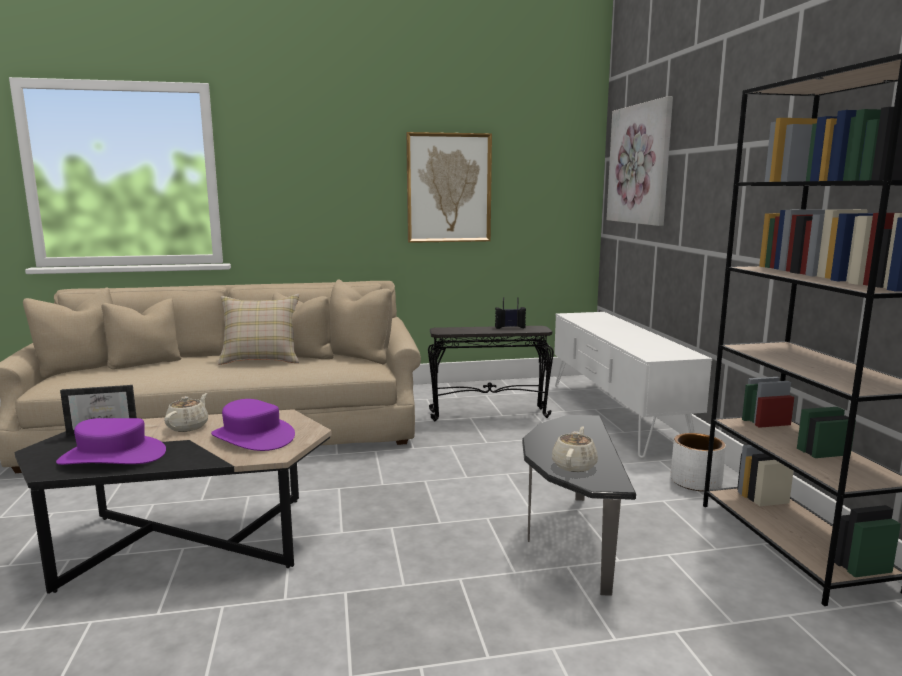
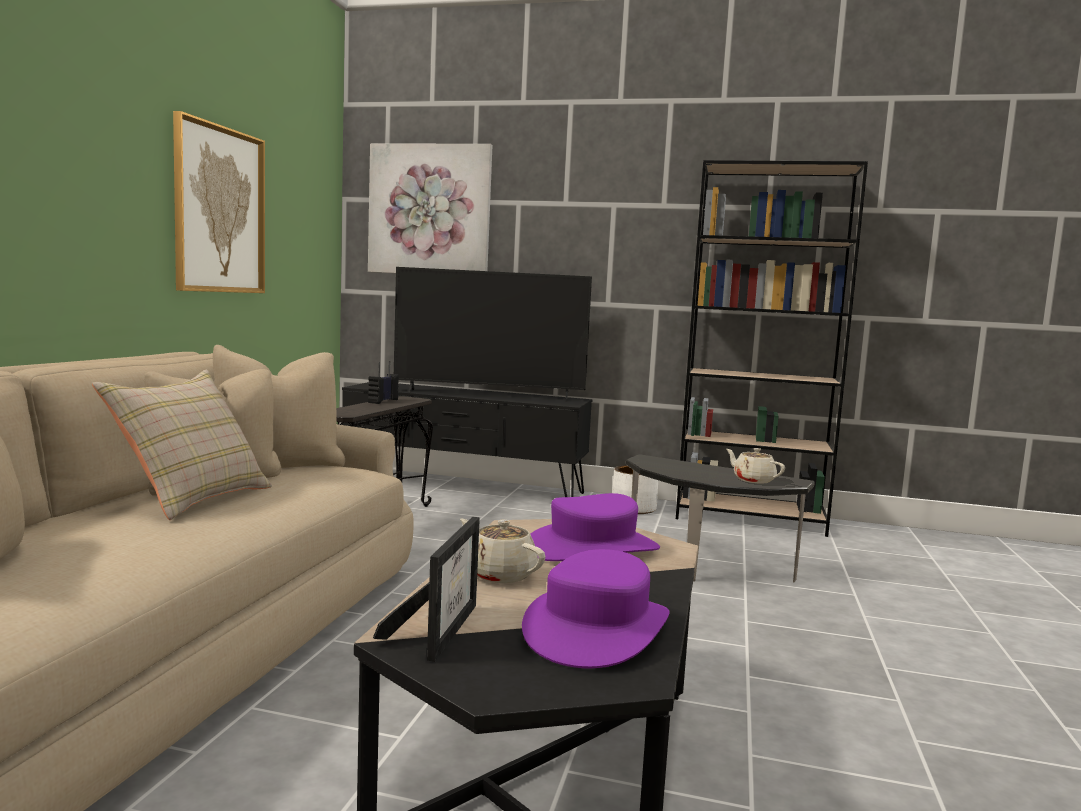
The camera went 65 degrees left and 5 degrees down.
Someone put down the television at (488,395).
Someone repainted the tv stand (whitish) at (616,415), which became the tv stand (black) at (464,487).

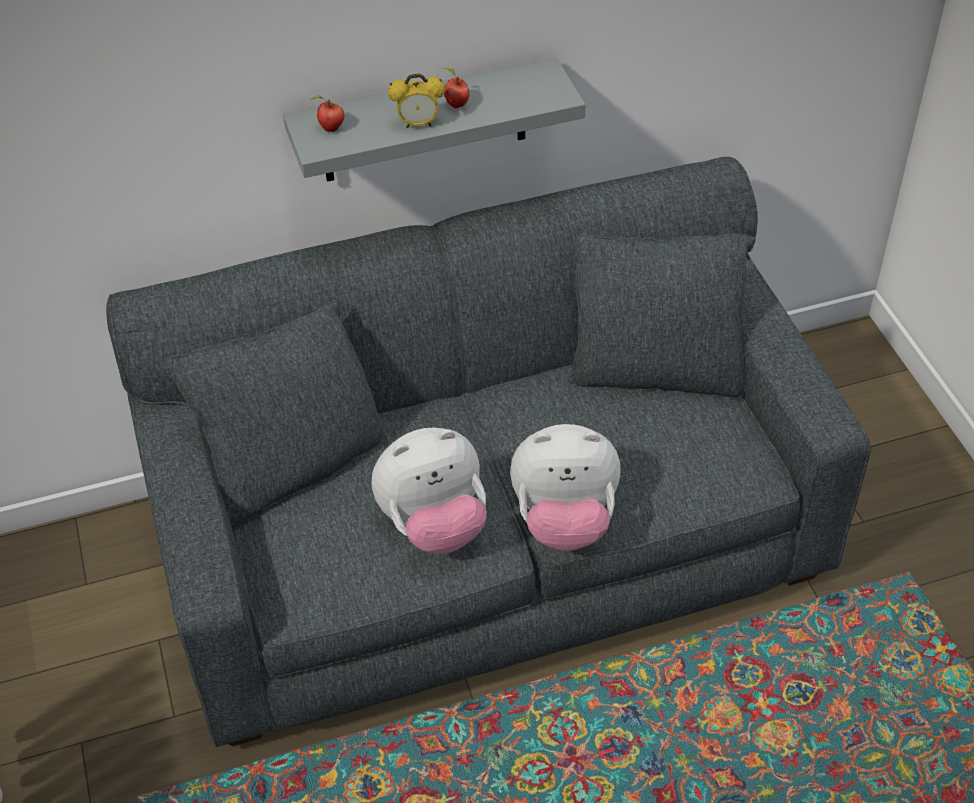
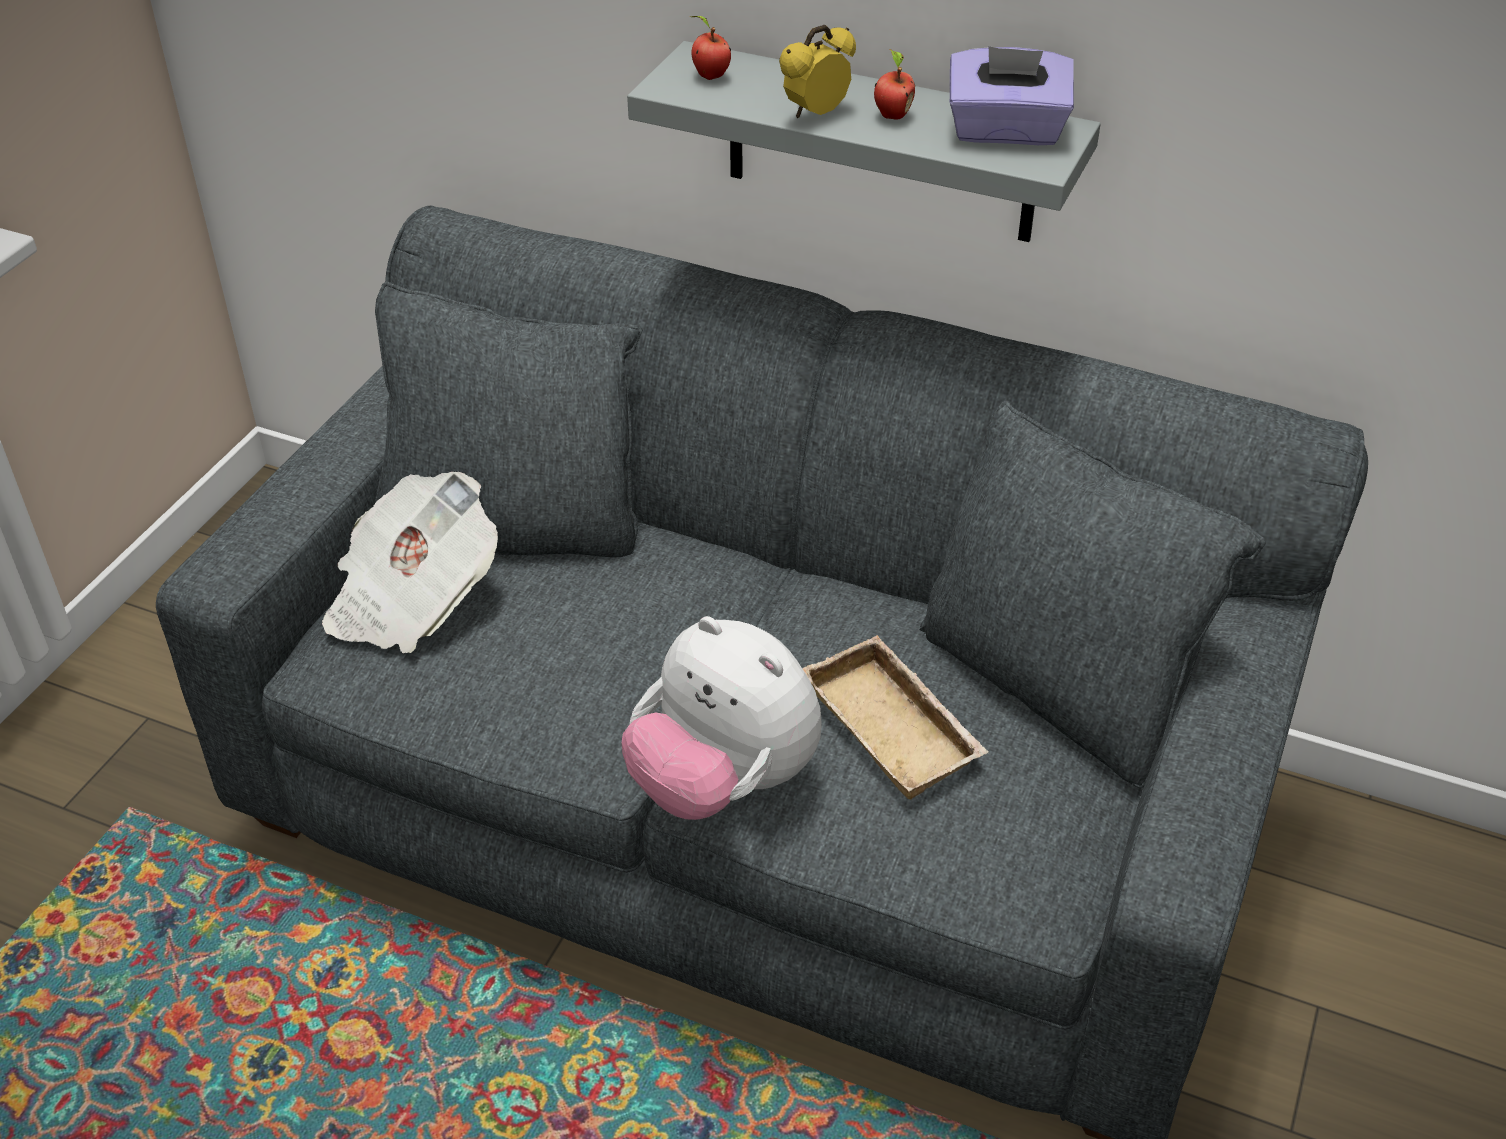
The camera went 40 degrees right and 5 degrees down.
Someone took away the soft toy at (434,525).
Someone put down the daily paper at (412,599).
Someone put down the carrying tray (beige-coloured) at (897,726).
Someone put down the tissue holder (purple-coloured) at (1006,132).
Someone rotated the alarm clock at (418,124) by 105 degrees clockwise.

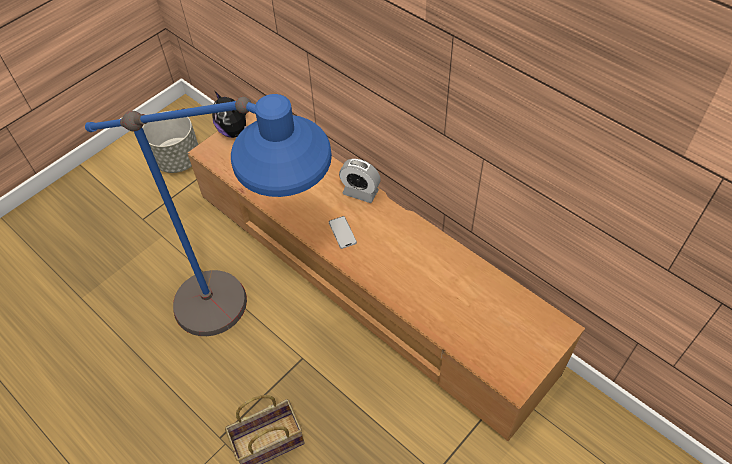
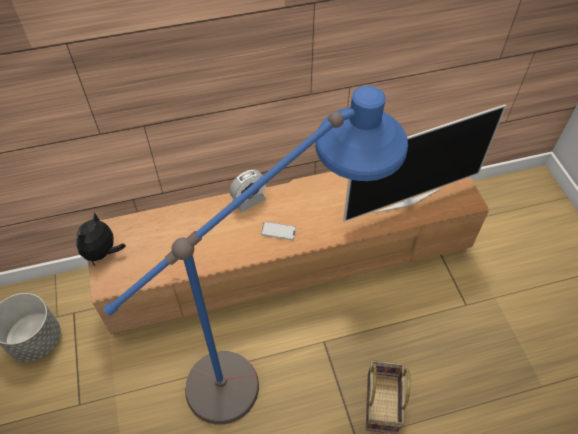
The camera went 60 degrees left and 0 degrees up.
Someone put down the television at (407,199).
Someone rotated the soft toy at (234,131) by 120 degrees clockwise.

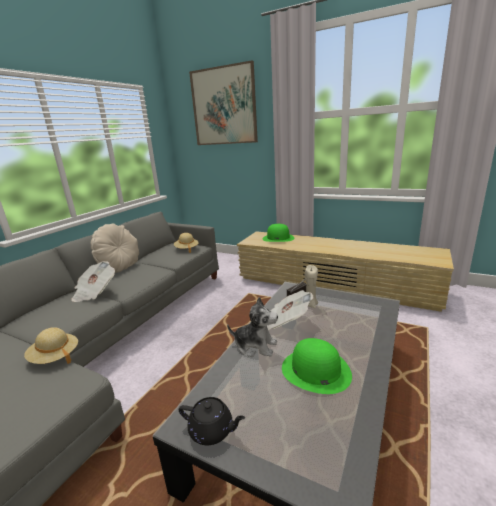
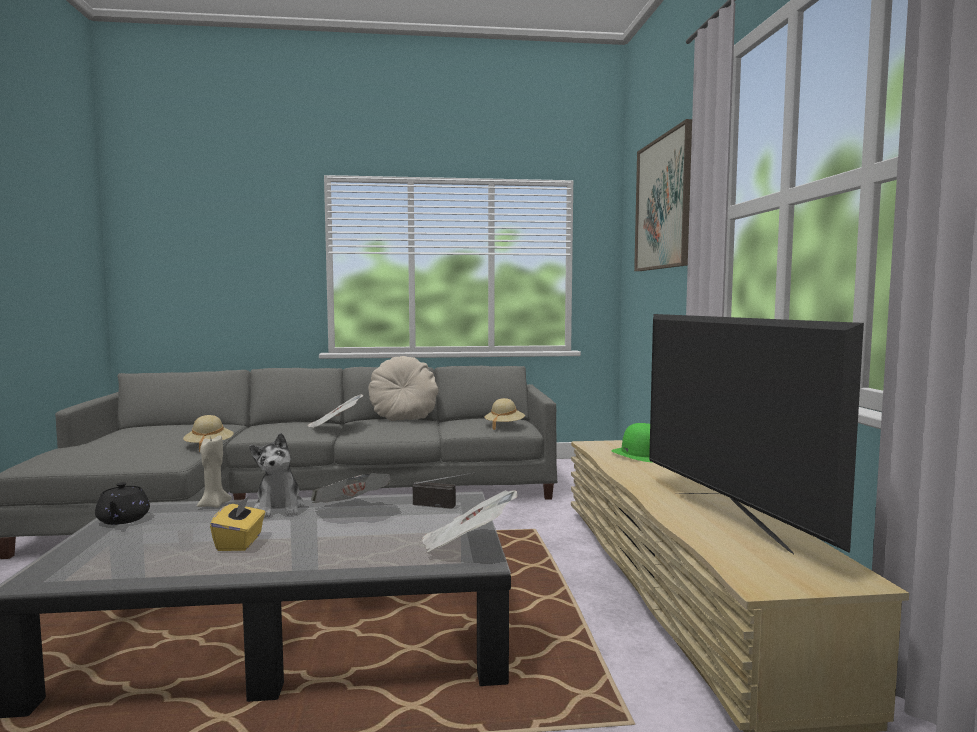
The camera went 55 degrees right and 15 degrees down.
Someone put down the daily paper at (466,546).
Someone put down the television at (728,519).
Someone carried the wax light (beige-coloured) from (310,305) to (213,505).
Someone swapped the hat (greenish) at (315,370) for the tissue holder (yellow-coloured) at (240,542).

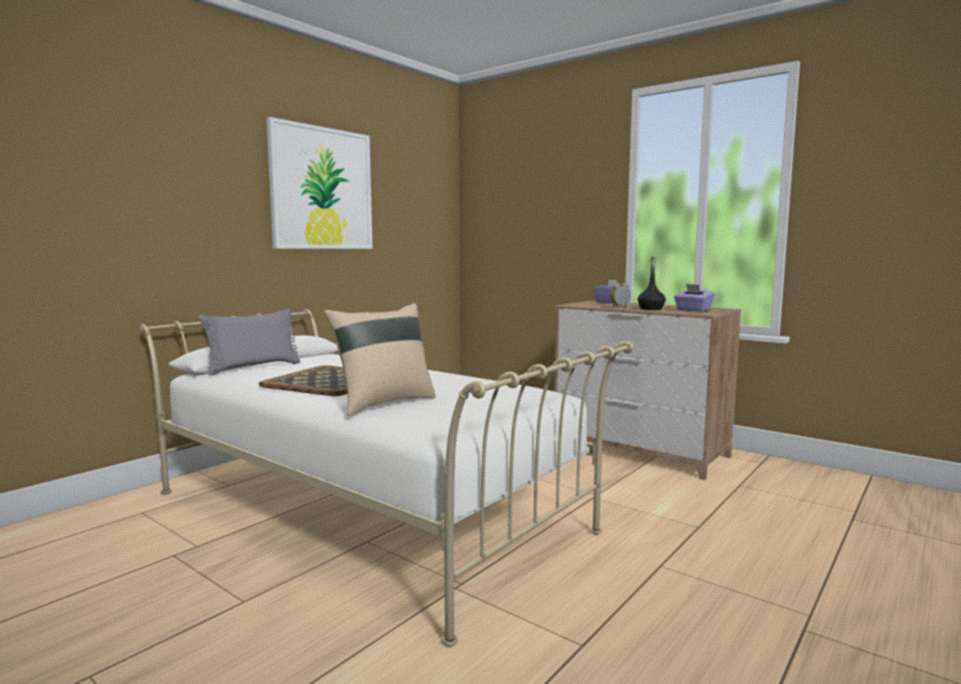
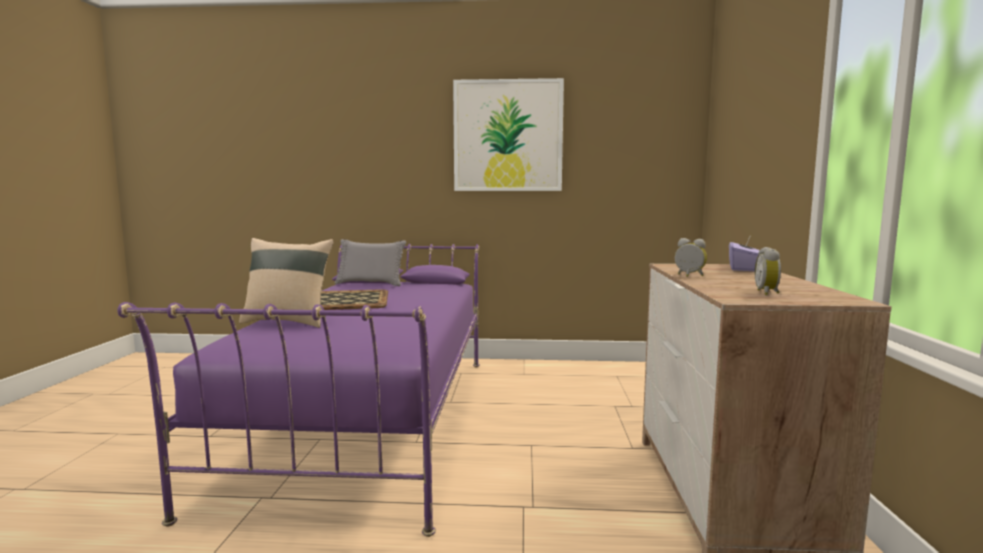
The camera went 55 degrees right and 0 degrees up.
Someone took away the bottle (black) at (651,309).
Someone swapped the tissue holder (purple-coloured) at (693,310) for the alarm clock at (768,293).
Someone repainted the bed (whitish) at (364,512), which became the bed (purple-coloured) at (370,420).

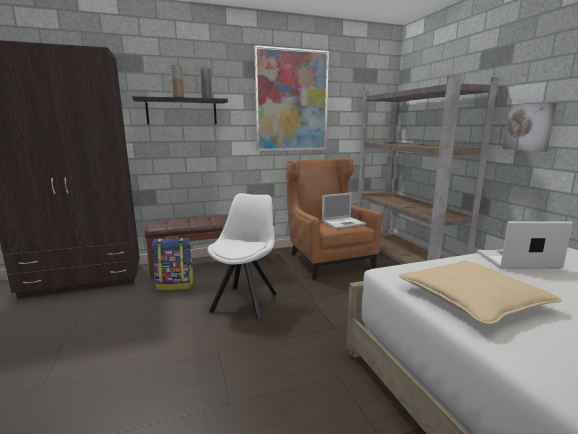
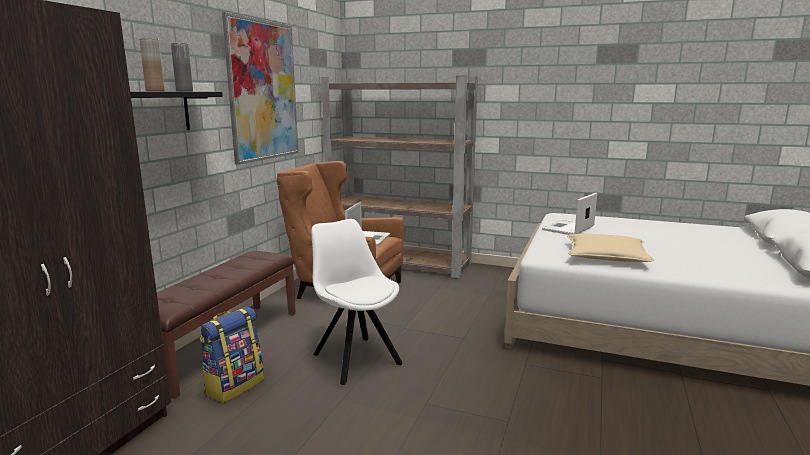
The camera went 50 degrees left and 0 degrees up.
Someone took away the wall art at (529,127).

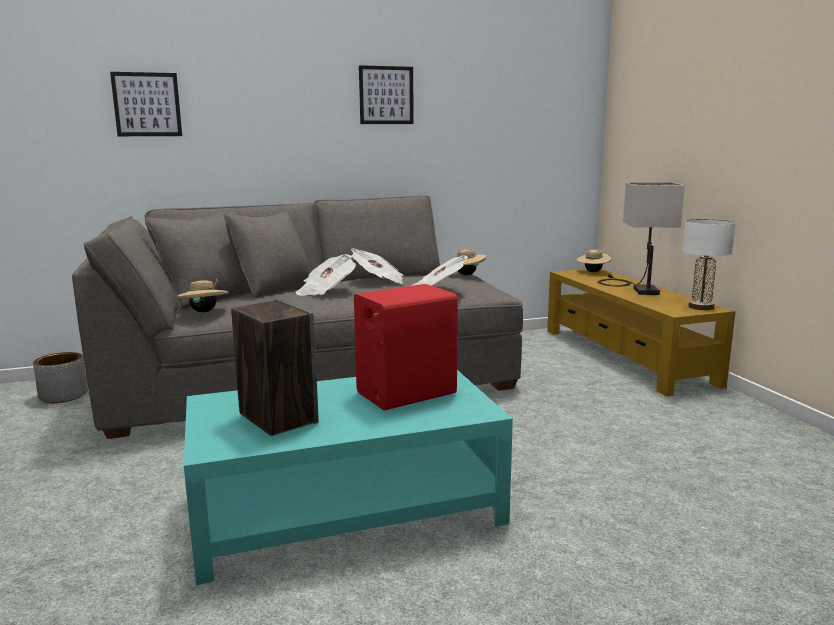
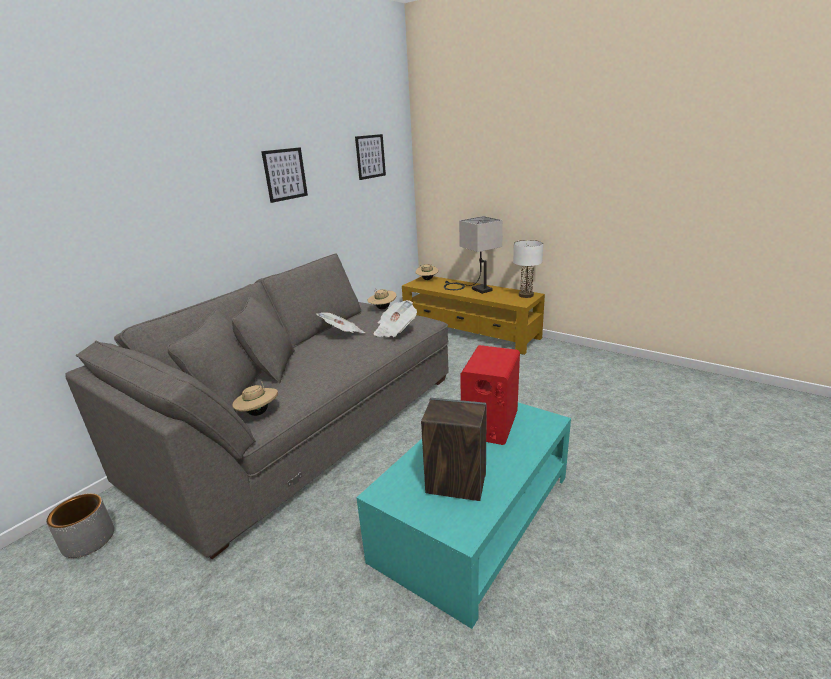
The camera went 35 degrees left and 10 degrees up.
Someone took away the daily paper at (325,291).
Someone carried the wall art from (147,104) to (370,156).

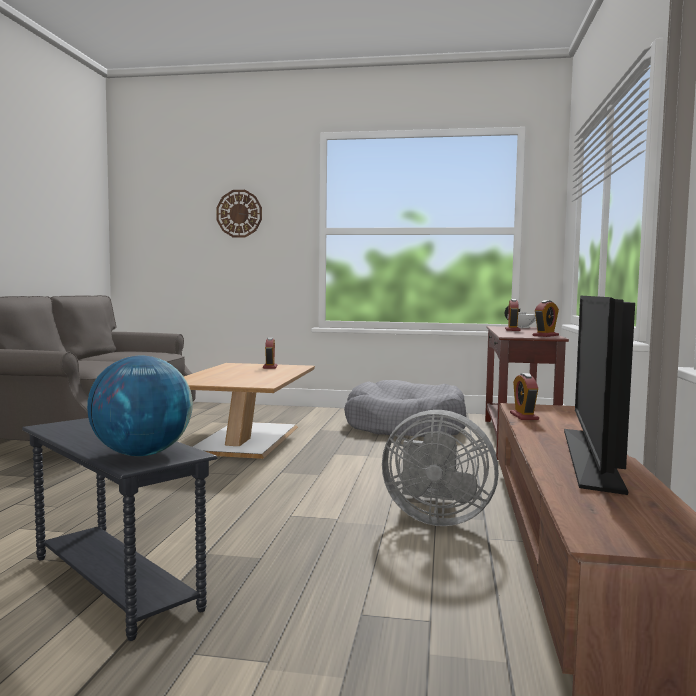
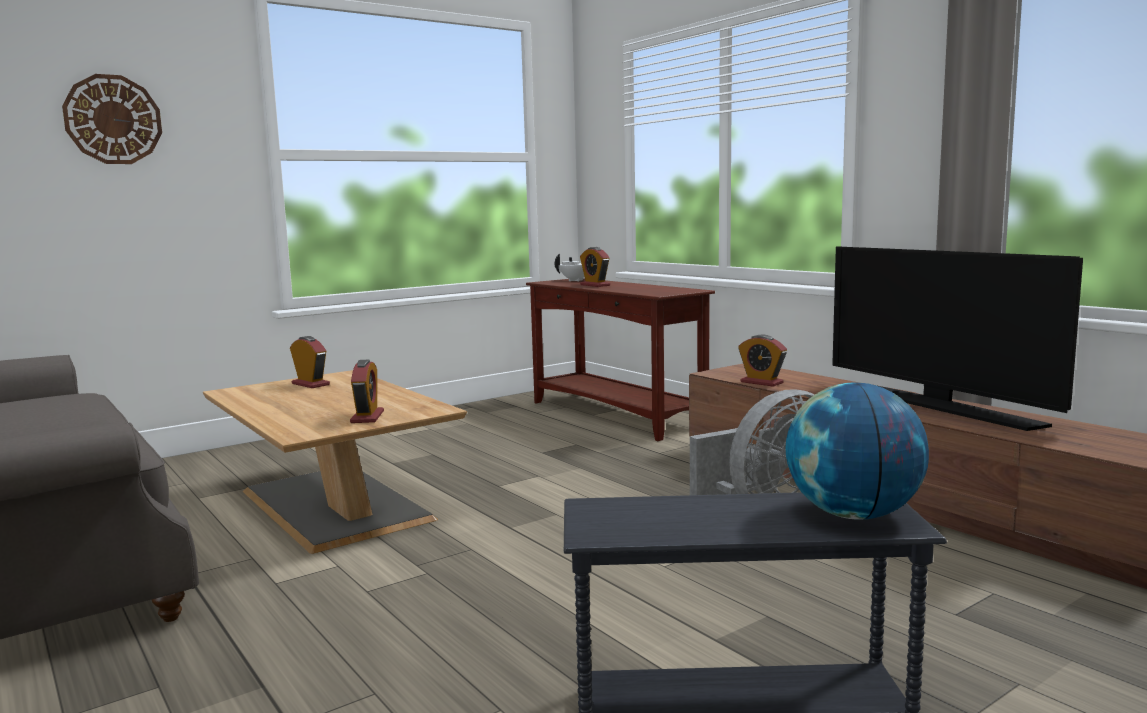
The camera went 45 degrees left and 5 degrees up.
Someone took away the dog cushion (gray) at (405,426).
Someone carried the alarm clock from (545,335) to (367,417).

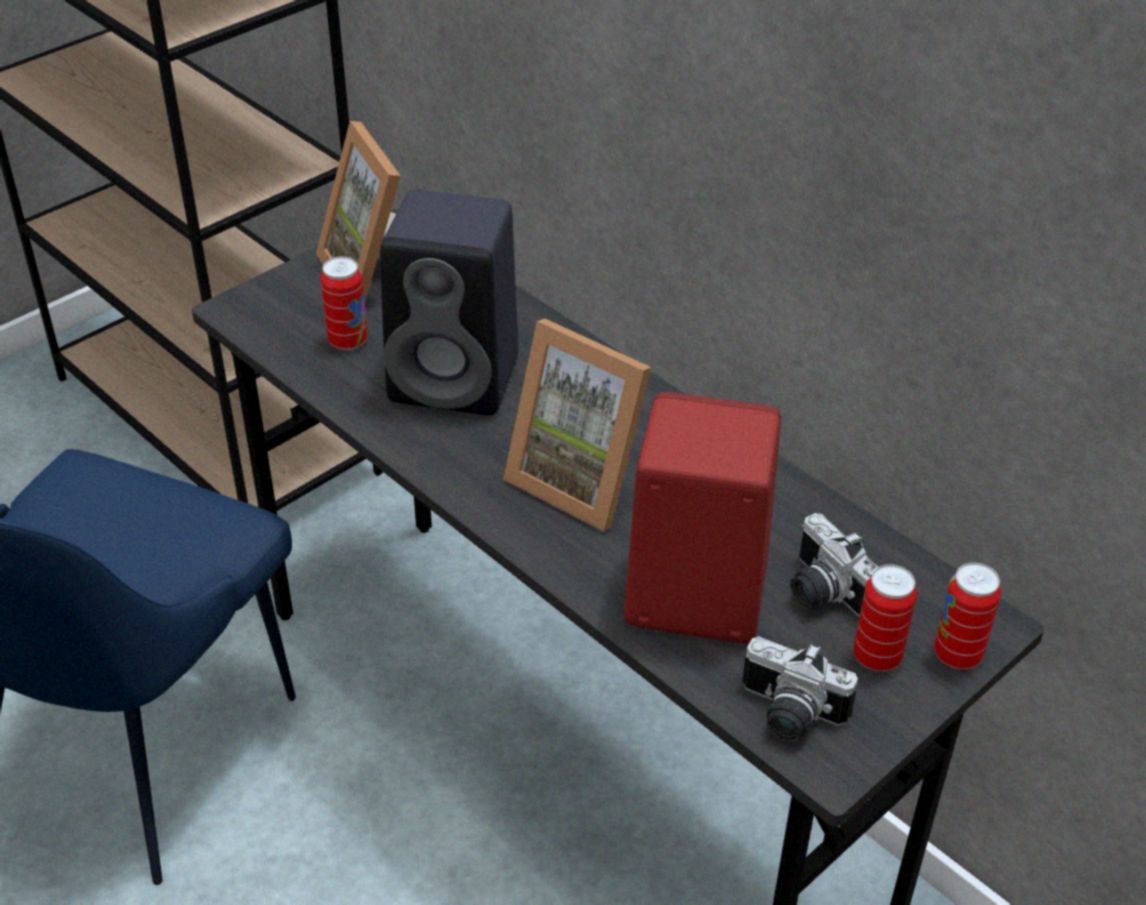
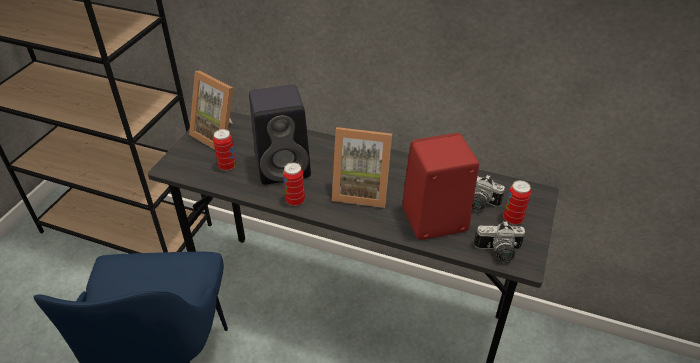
The camera went 25 degrees left and 0 degrees up.
Someone carried the can from (957,655) to (295,200).

